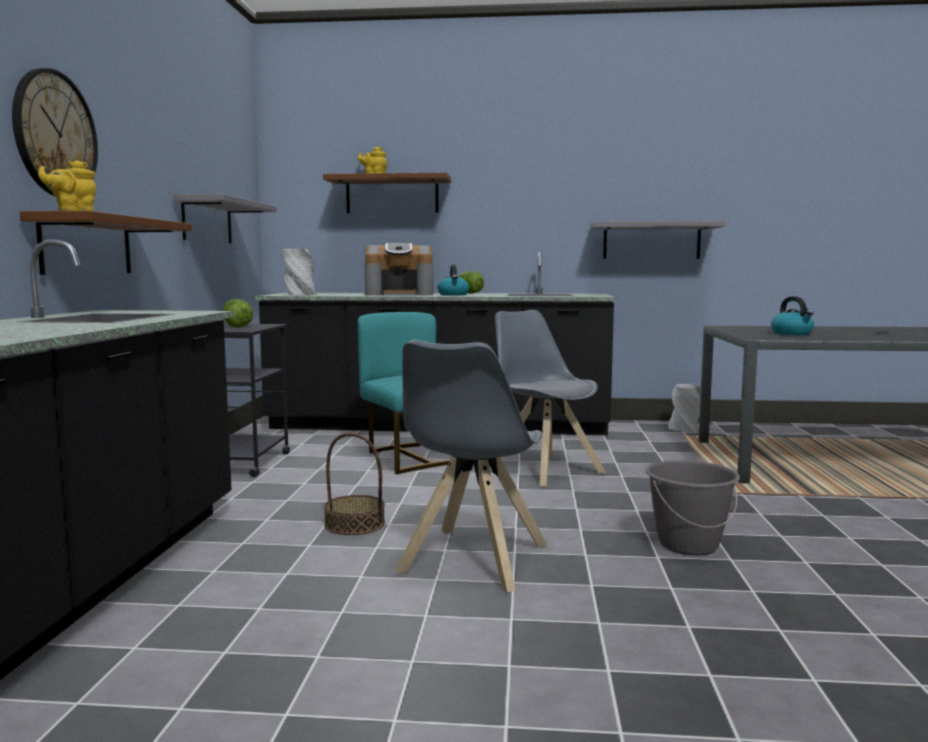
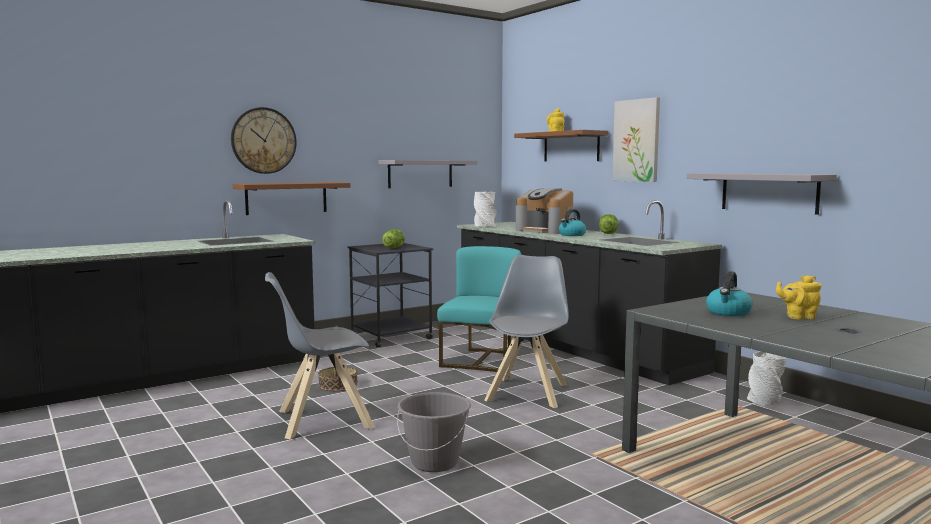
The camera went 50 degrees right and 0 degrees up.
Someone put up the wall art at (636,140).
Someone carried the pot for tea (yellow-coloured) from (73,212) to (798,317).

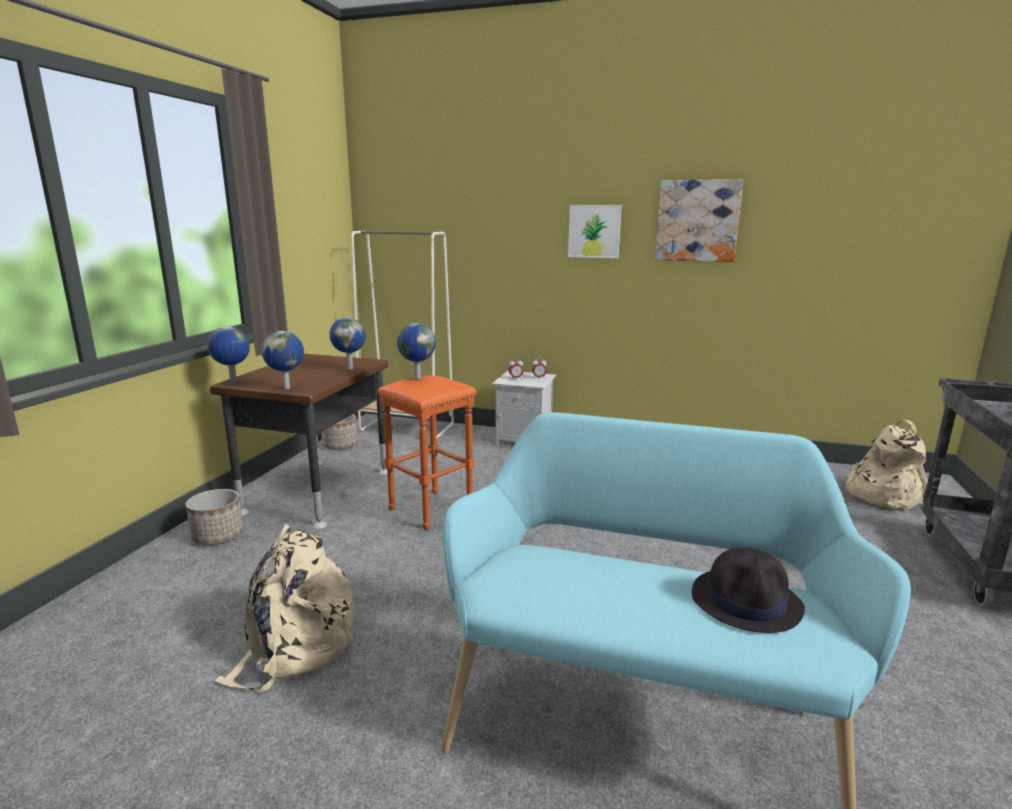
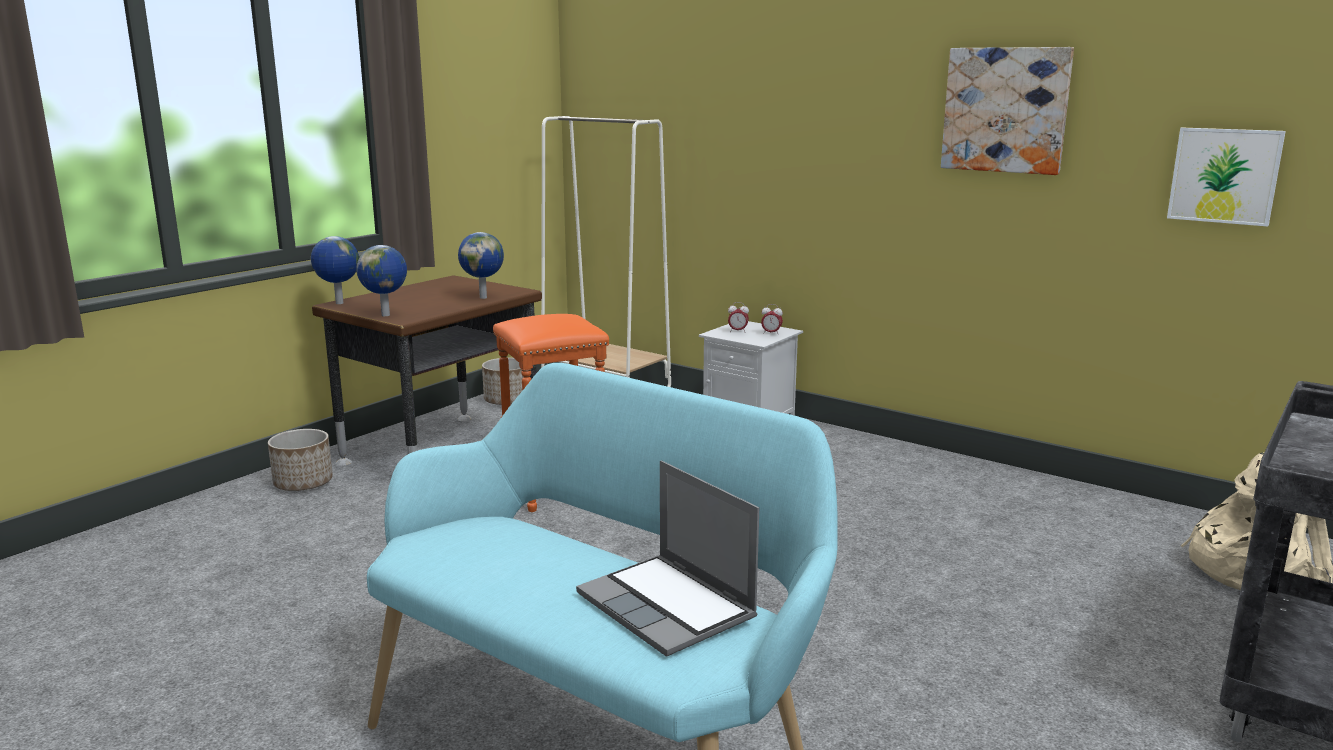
The camera went 20 degrees right and 0 degrees up.
Someone took away the backpack (beige-coloured) at (295,646).
Someone took away the globe at (417,378).
Someone carried the wall art from (594,231) to (1224,176).
Someone swapped the hat (black) at (747,601) for the portable computer at (669,607).

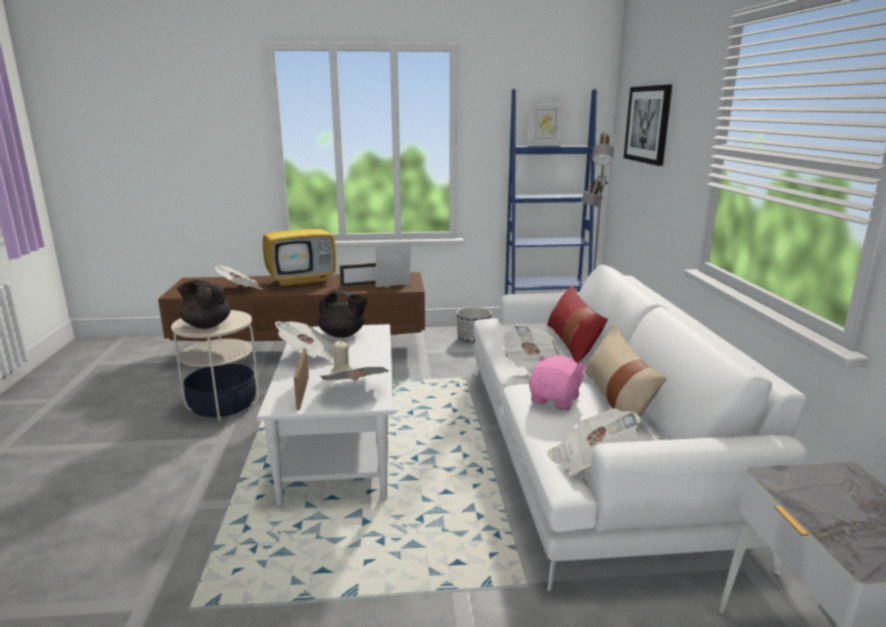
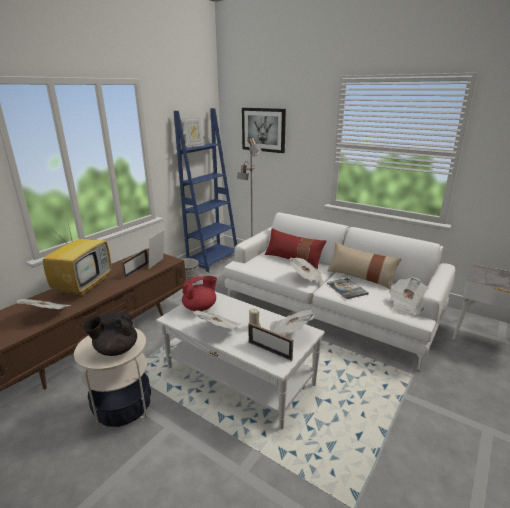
The camera went 50 degrees left and 5 degrees up.
Someone swapped the soft toy (pink-coloured) at (555,400) for the bound book at (347,289).
Someone repainted the pot for tea (black) at (343,335), which became the pot for tea (red) at (200,307).

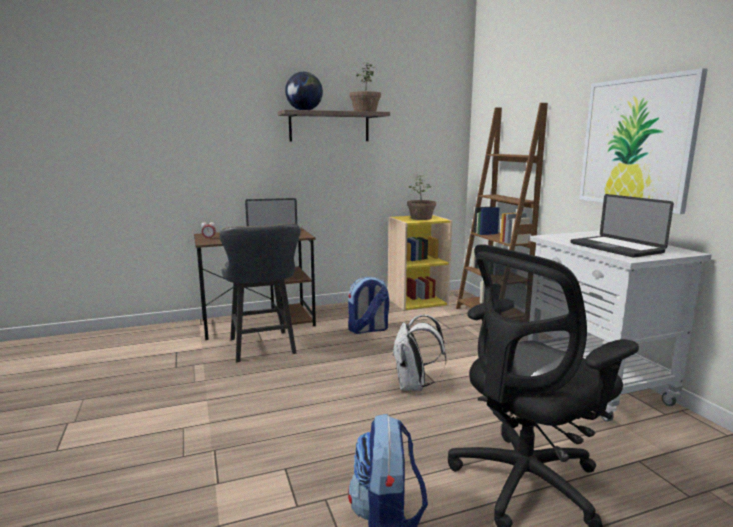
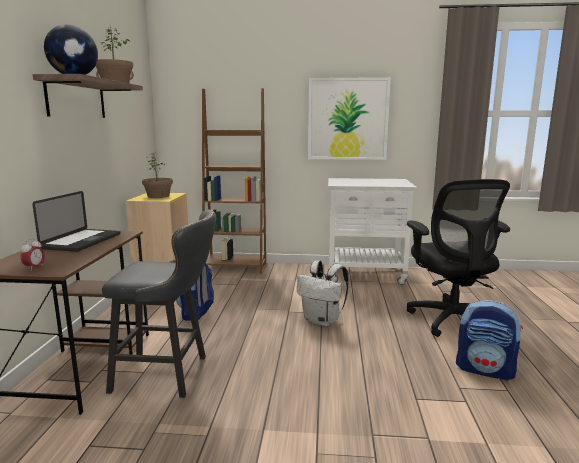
The camera went 65 degrees left and 0 degrees up.
Someone took away the portable computer at (615,248).

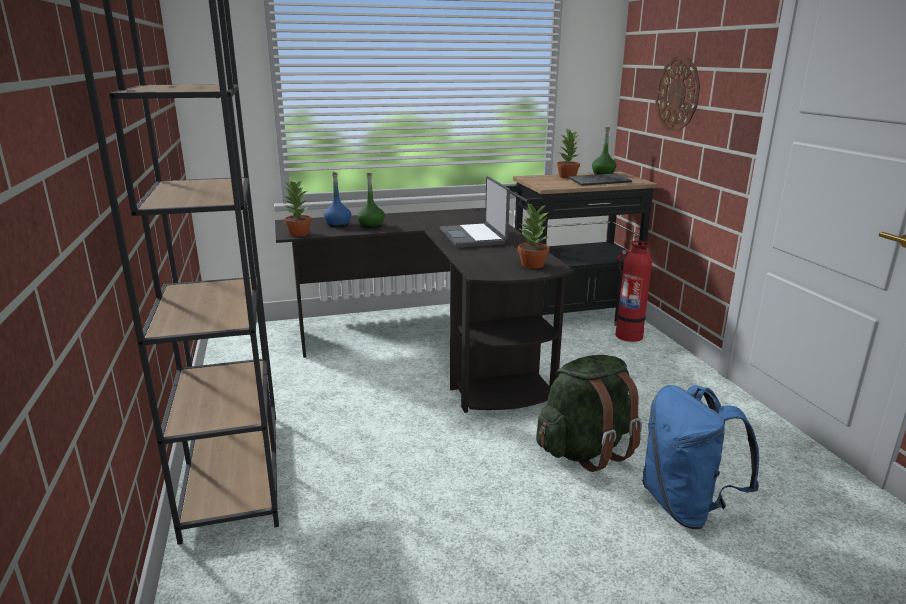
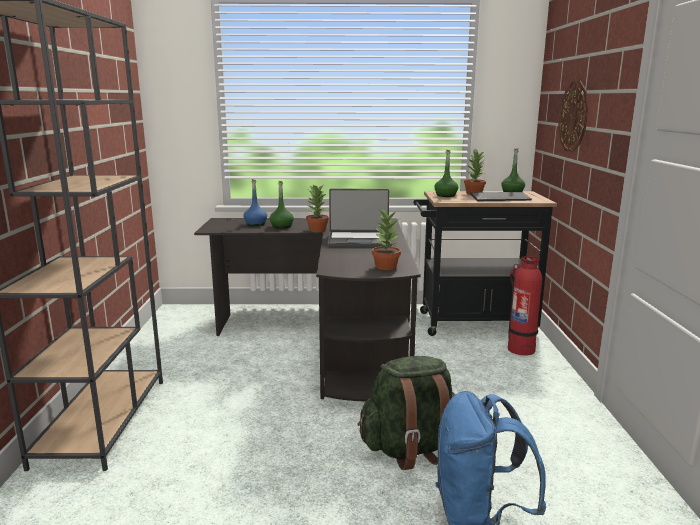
The camera went 15 degrees right and 5 degrees down.
Someone put down the bottle (greenish) at (446,195).
Someone carried the potted plant from (298,234) to (317,230).
Someone rotated the portable computer at (474,237) by 90 degrees counterclockwise.

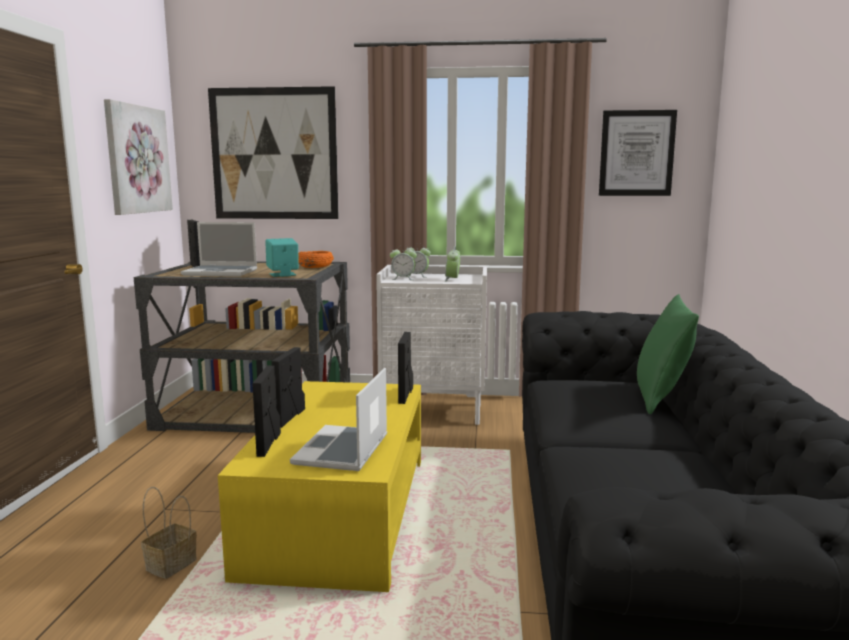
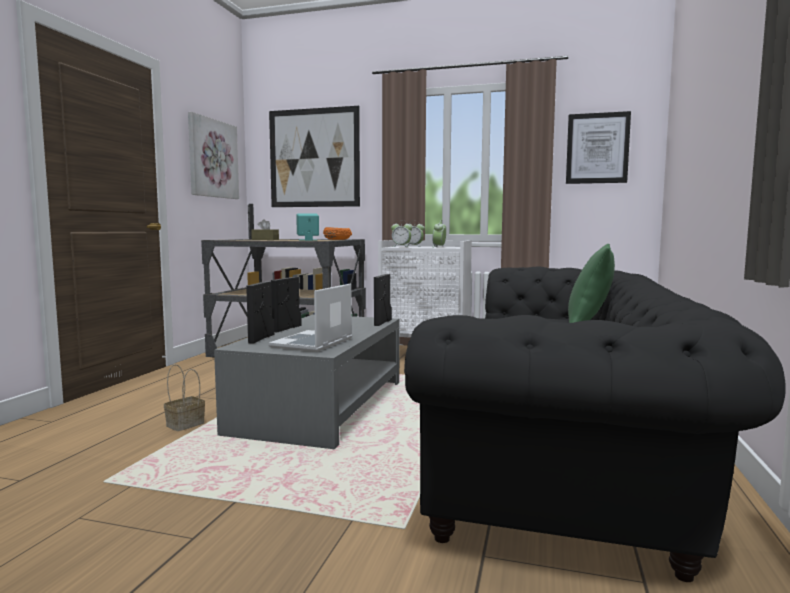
The camera went 10 degrees right and 5 degrees down.
Someone swapped the portable computer at (221,272) for the tissue holder (brown-coloured) at (265,239).
Someone repainted the low table (yellow-coloured) at (340,513), which became the low table (gray) at (322,406).

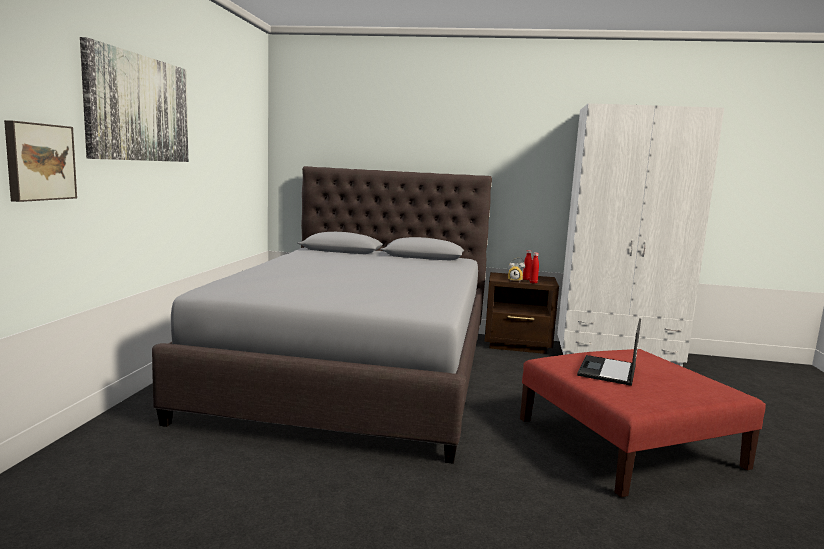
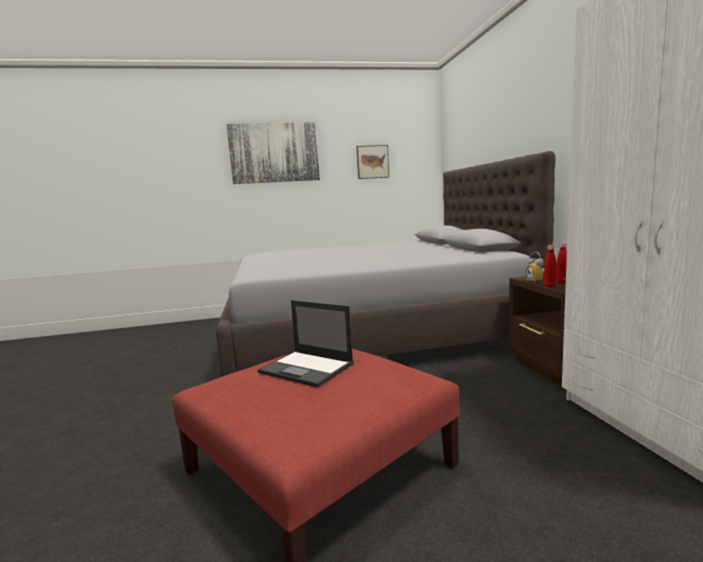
The camera went 70 degrees right and 0 degrees up.
Someone carried the wall art from (39,162) to (372,162).
Someone rotated the portable computer at (607,371) by 150 degrees counterclockwise.

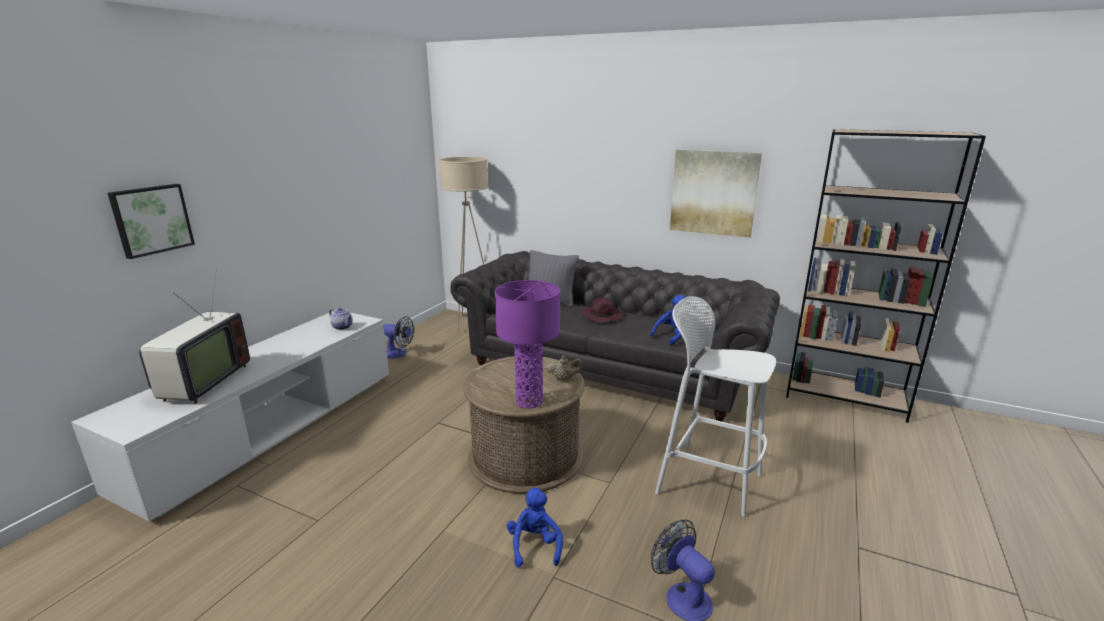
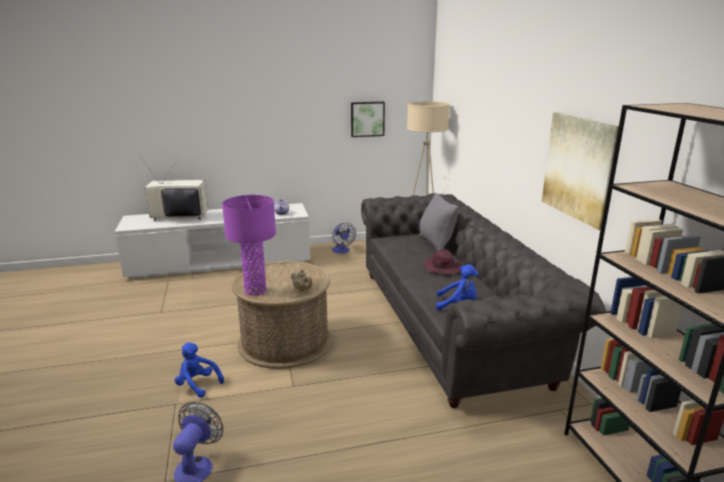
The camera went 50 degrees right and 0 degrees up.
Someone took away the stool (whitish) at (707,479).
Someone carried the wall art from (151,219) to (367,119).
Someone rotated the television at (201,383) by 150 degrees counterclockwise.
Someone rotated the soft toy (blue-coloured) at (534,546) by 105 degrees counterclockwise.

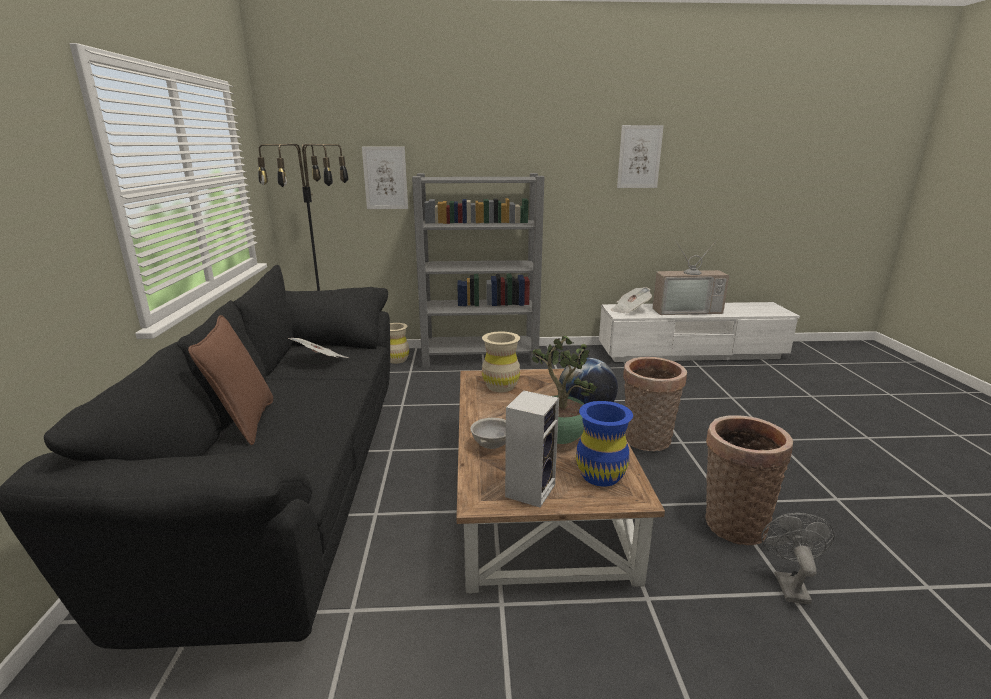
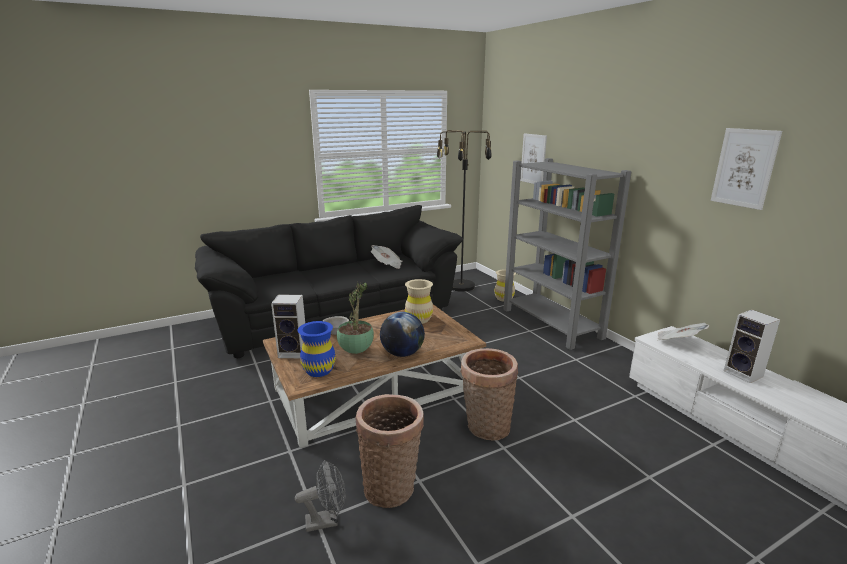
The camera went 65 degrees right and 0 degrees up.
Someone took away the throw pillow (brown-coloured) at (245,422).
Someone swapped the television at (685,310) for the speaker at (744,374).

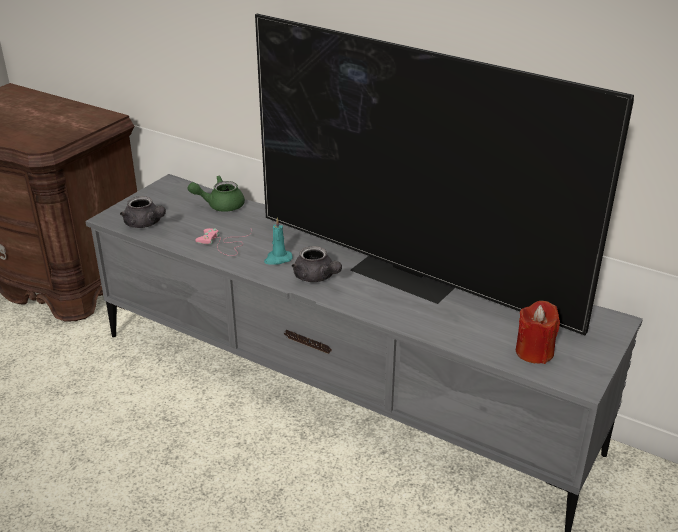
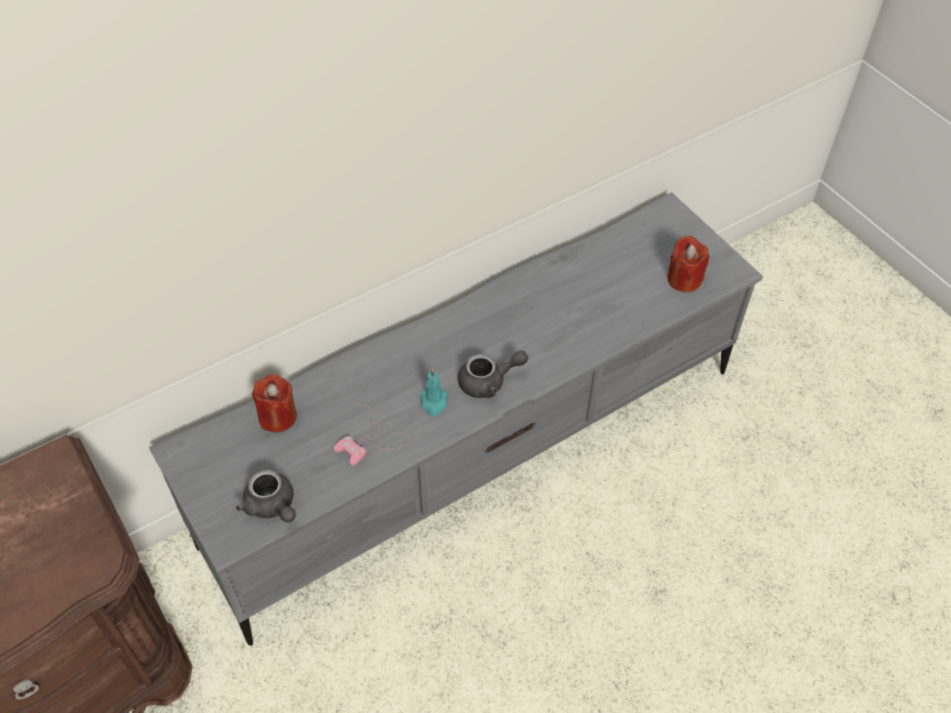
The camera went 65 degrees left and 20 degrees up.
Someone took away the television at (409,274).
Someone swapped the pot for tea (greenish) at (220,205) for the wax light (red) at (277,417).
Someone rotated the pot for tea (gray) at (145,224) by 75 degrees clockwise.

